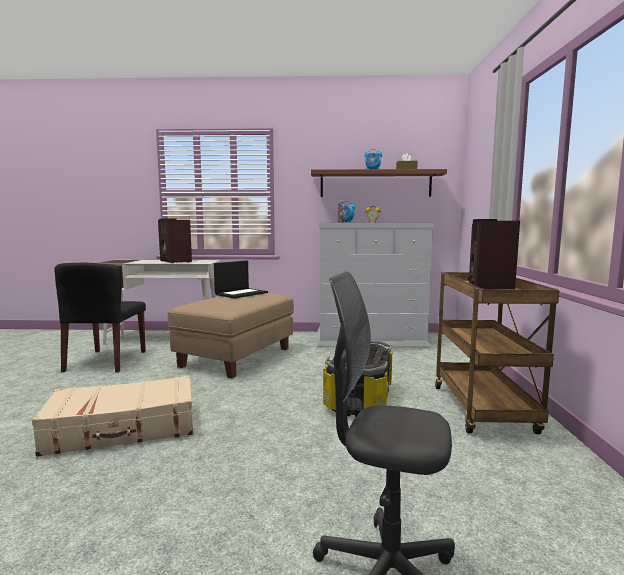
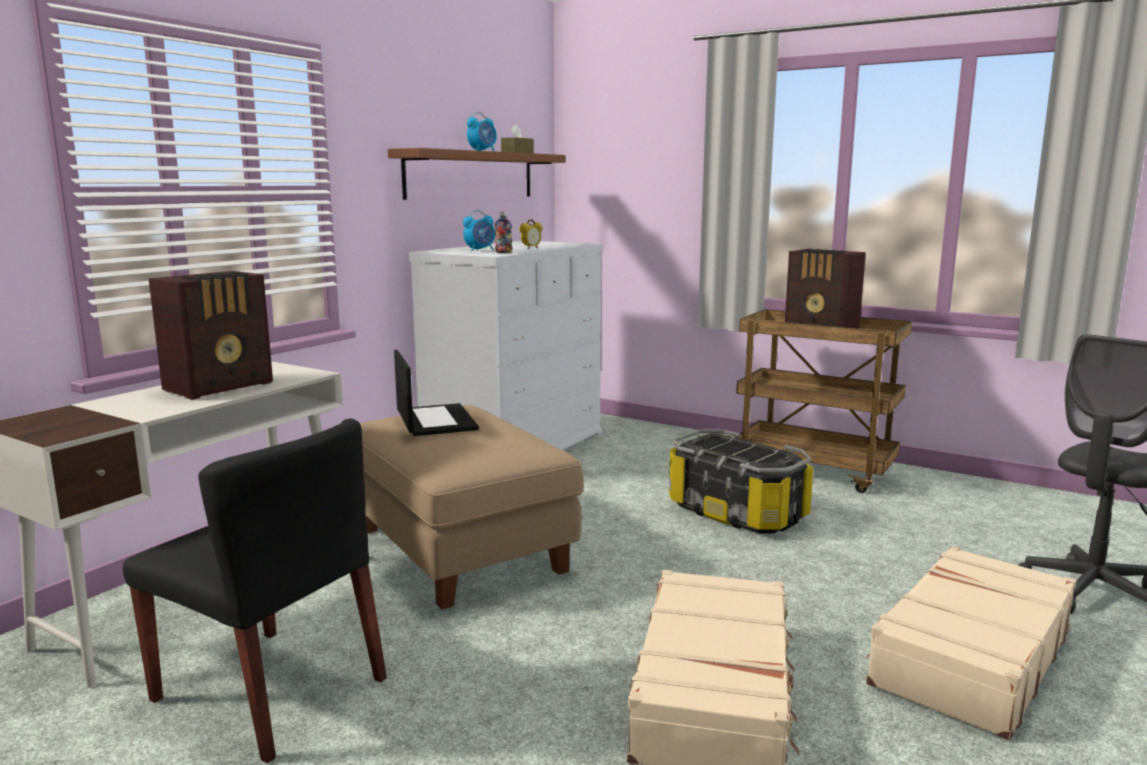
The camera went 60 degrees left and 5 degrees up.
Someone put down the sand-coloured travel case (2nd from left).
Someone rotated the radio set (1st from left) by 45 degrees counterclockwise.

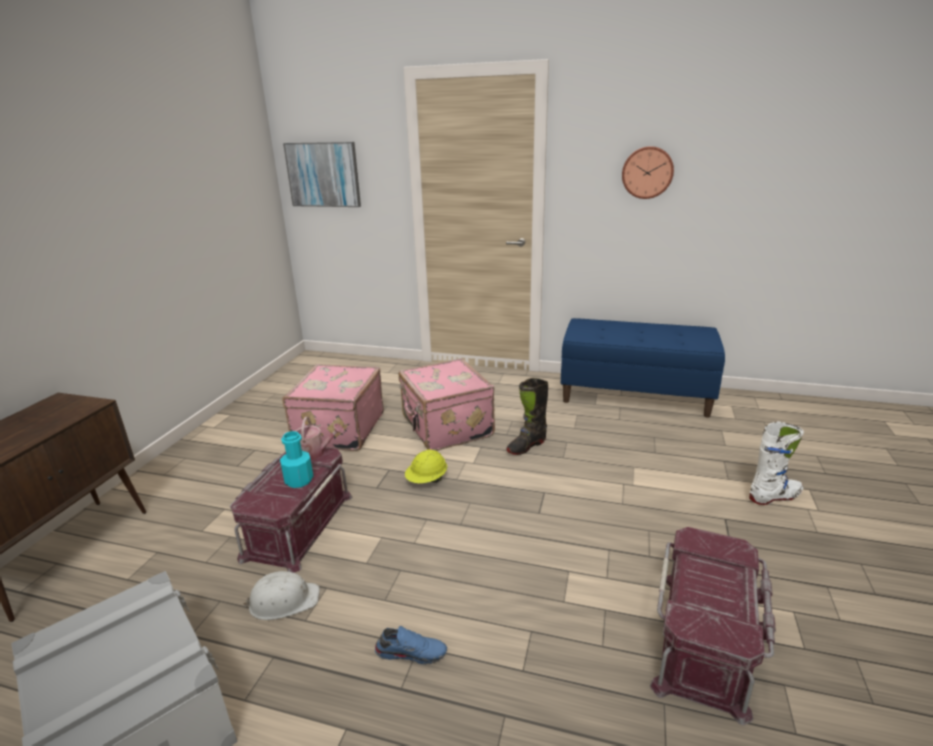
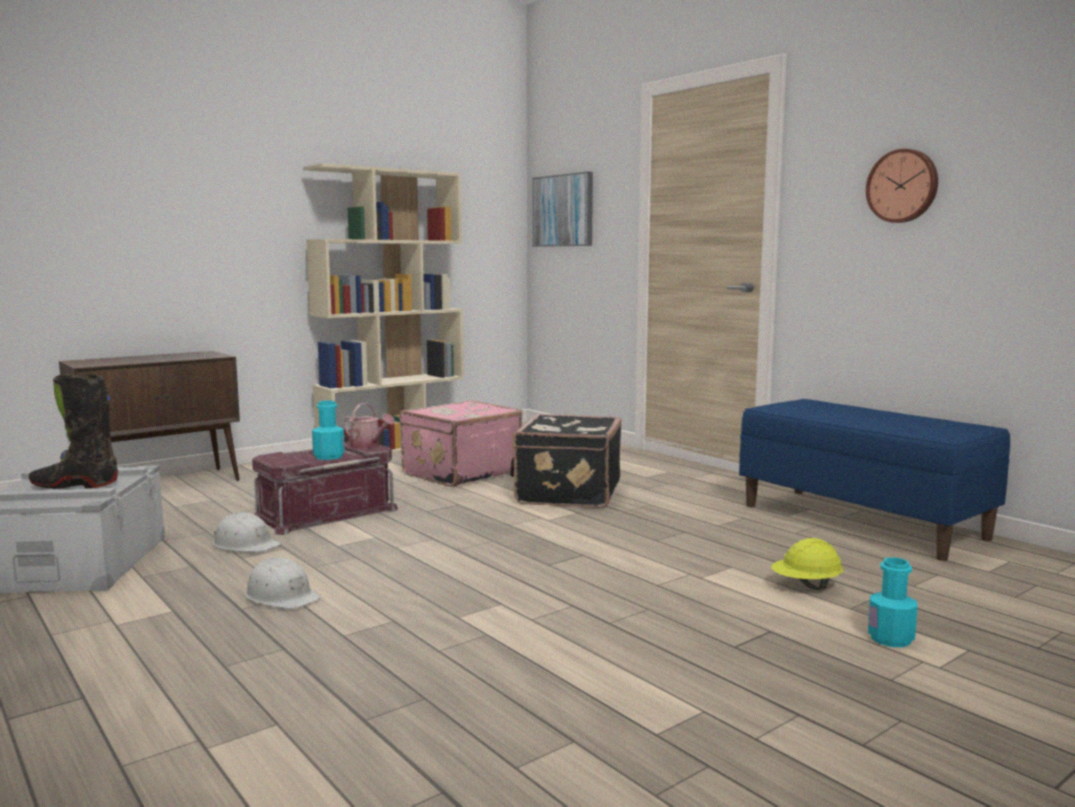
The camera went 35 degrees right and 15 degrees down.
Someone took away the reddish storage bin (2nd from left).
Someone put down the sand-coloured bookcase.
Someone carried the yellow work helmet.
Someone carried the blackish high-top boot.
Someone swapped the blue shoe for the white-coloured work helmet (2nd from left).
Someone swapped the white-coloured high-top boot for the blue-green bottle (2nd from left).
Someone repainted the pink travel case (2nd from left), which became the blackish travel case.

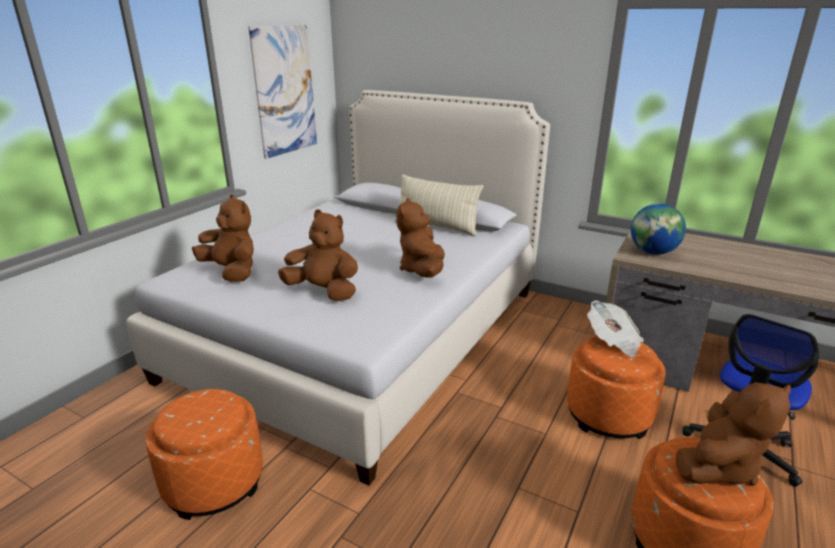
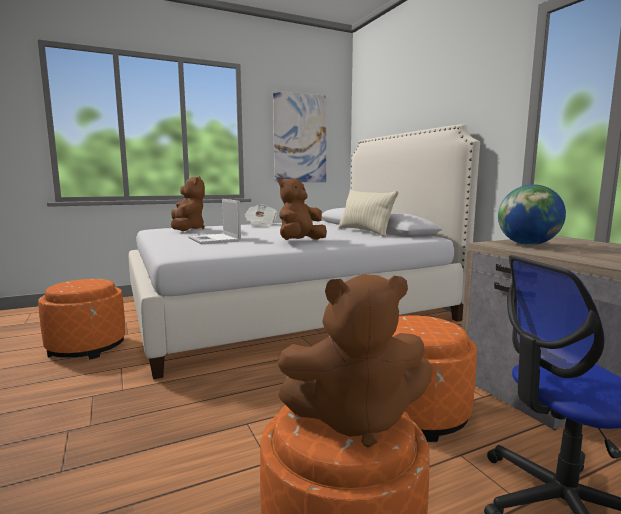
The camera went 35 degrees right and 15 degrees down.
Someone carried the printed paper.
Someone swapped the brown-coloured cuddly toy (2nd from left) for the portable computer.

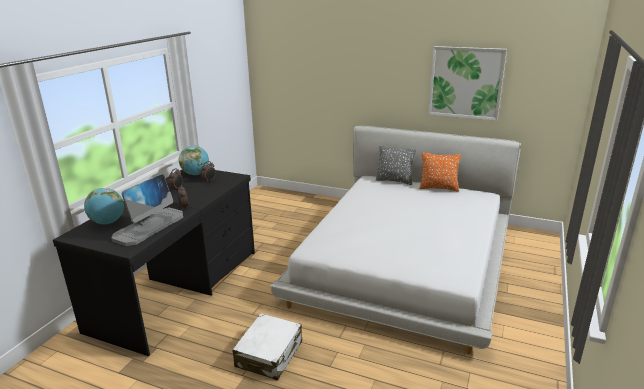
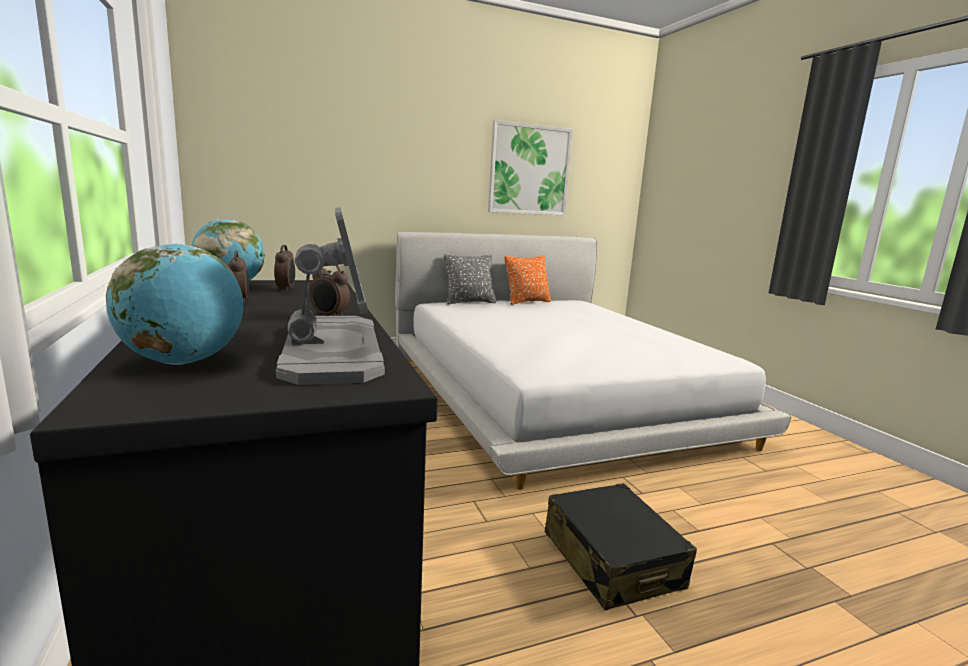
The camera went 45 degrees left and 10 degrees down.
Someone repainted the white-coloured travel case, which became the blackish travel case.

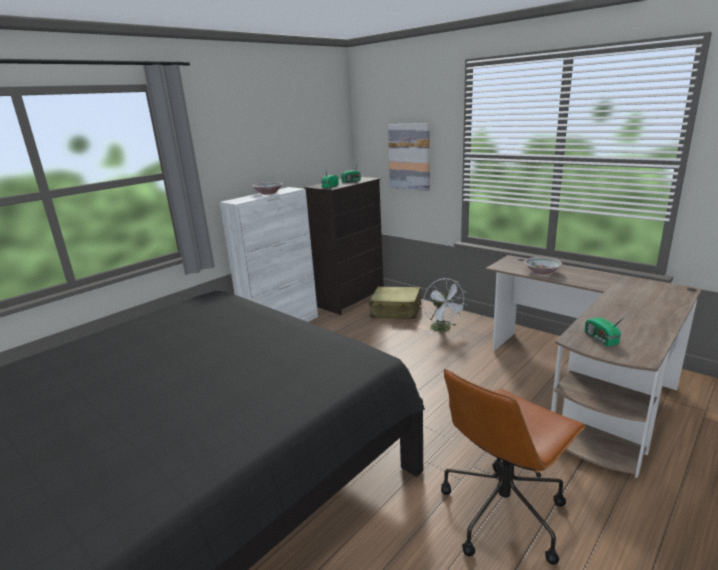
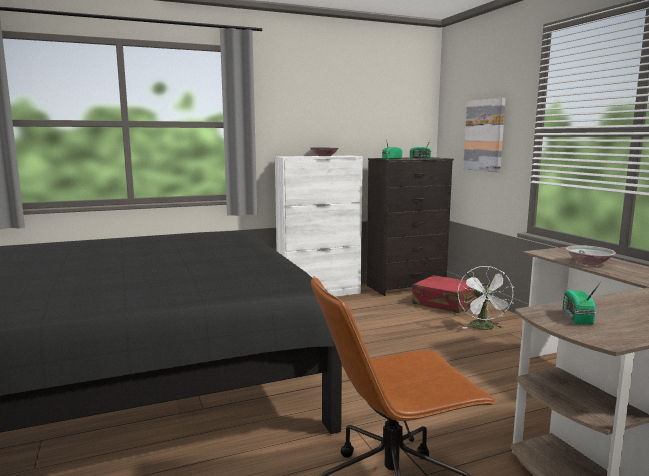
The camera went 25 degrees right and 10 degrees down.
Someone repainted the sand-coloured travel case, which became the reddish travel case.

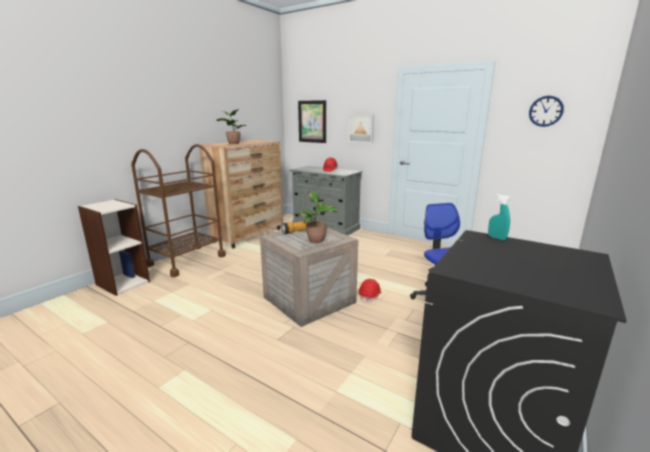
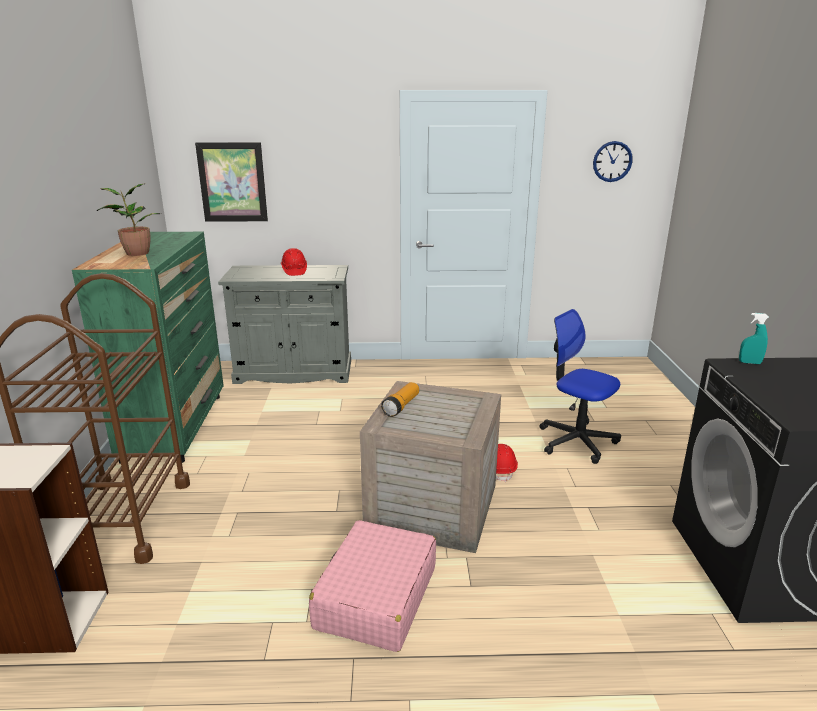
The camera went 35 degrees left and 5 degrees up.
Someone took away the houseplant (2nd from left).
Someone took away the picture (2nd from left).
Someone put down the pink travel case.
Someone repainted the brown-coloured dresser, which became the greenish dresser.

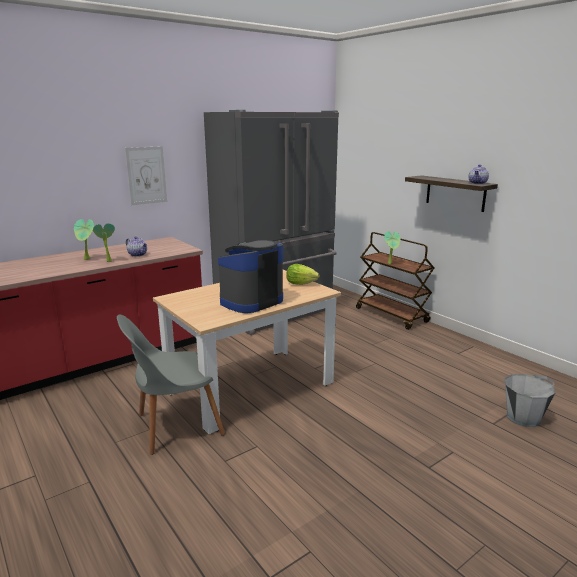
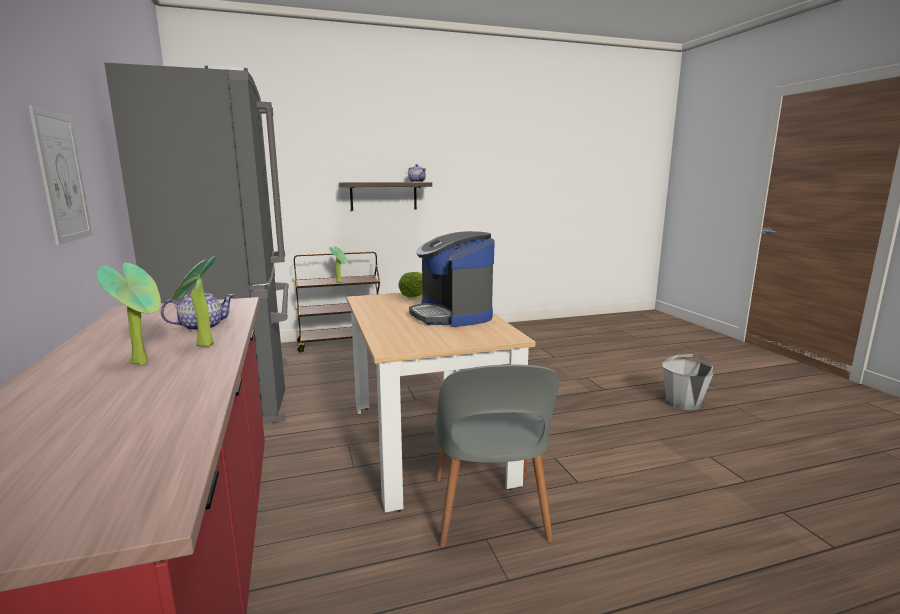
The camera went 70 degrees left and 5 degrees down.
Someone carried the gray pail.

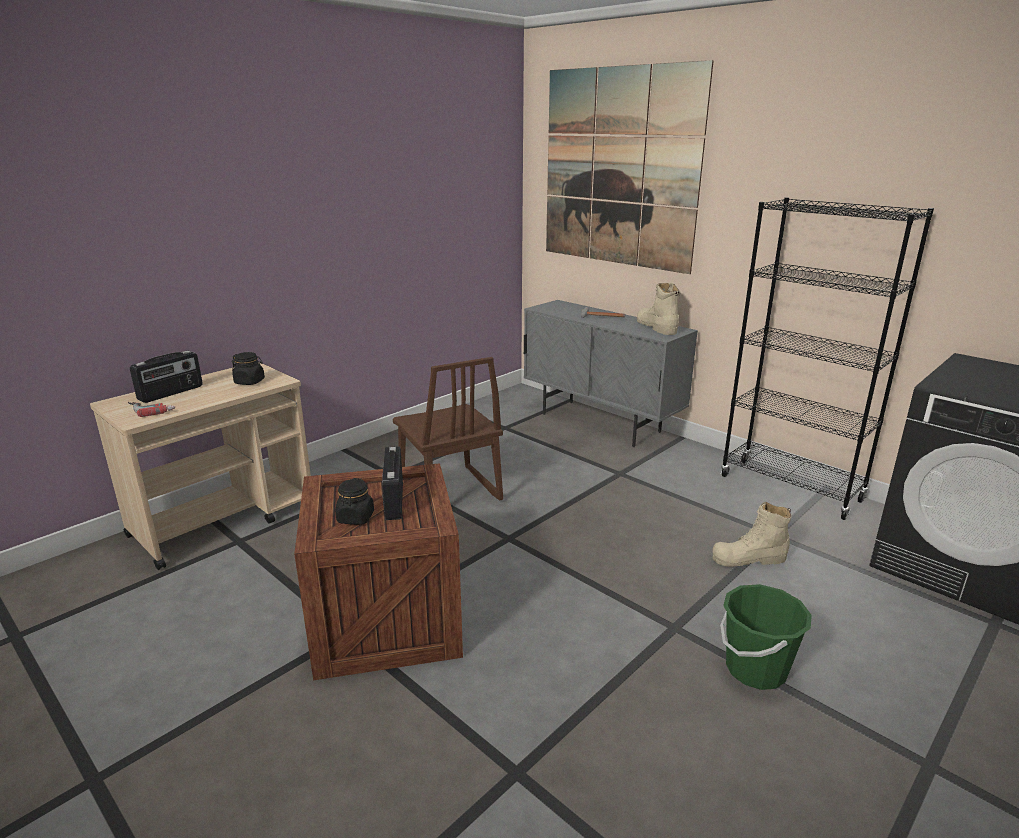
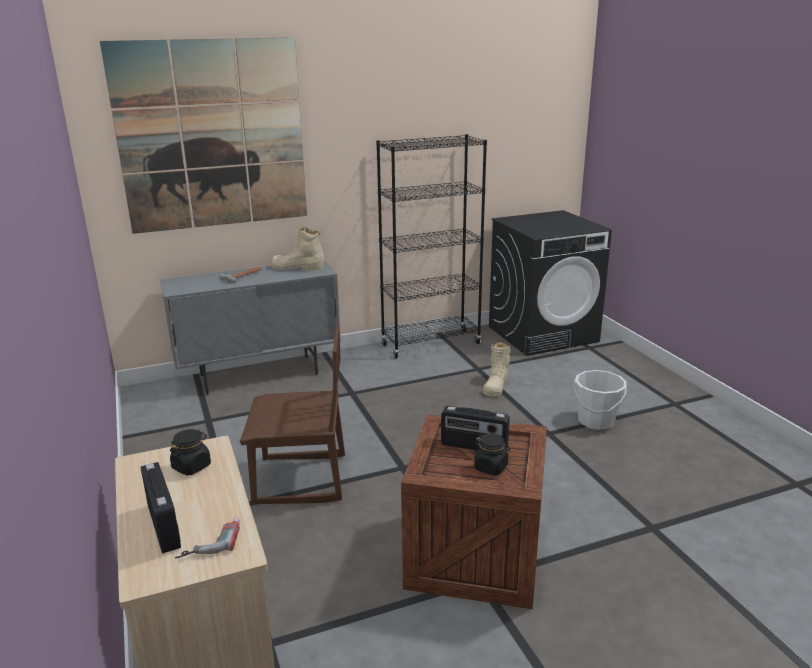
The camera went 65 degrees left and 0 degrees up.
Someone repainted the greenish pail, which became the white-coloured pail.

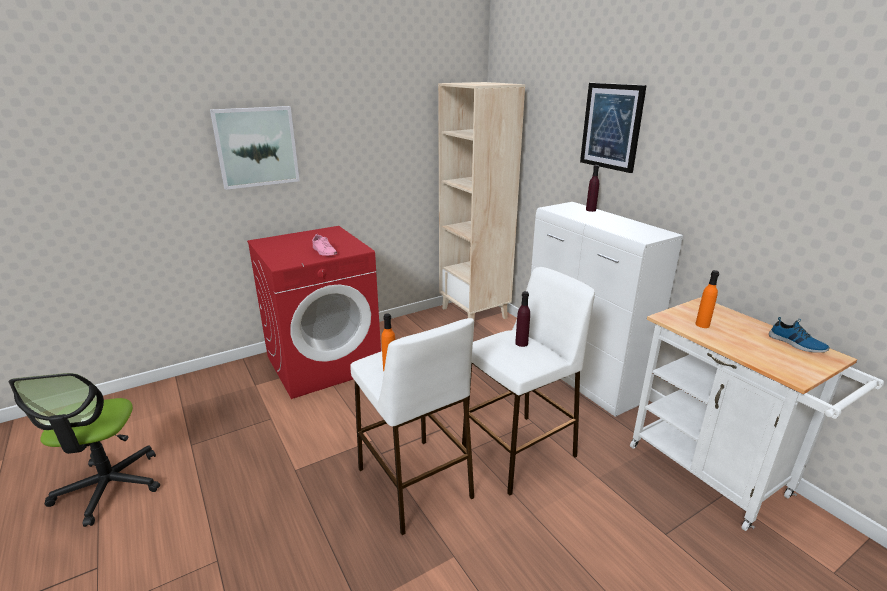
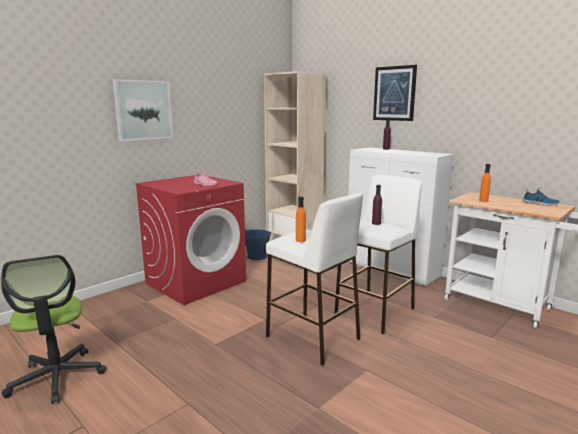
The camera went 15 degrees left and 10 degrees down.
Someone put down the blue pail.

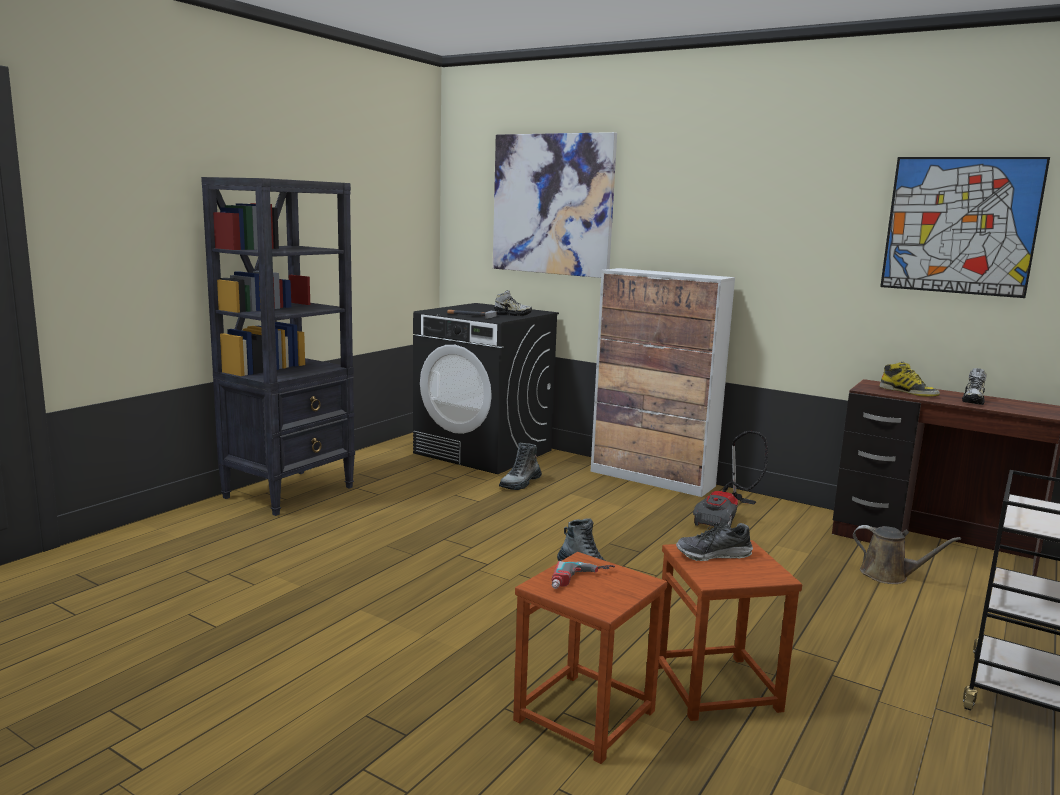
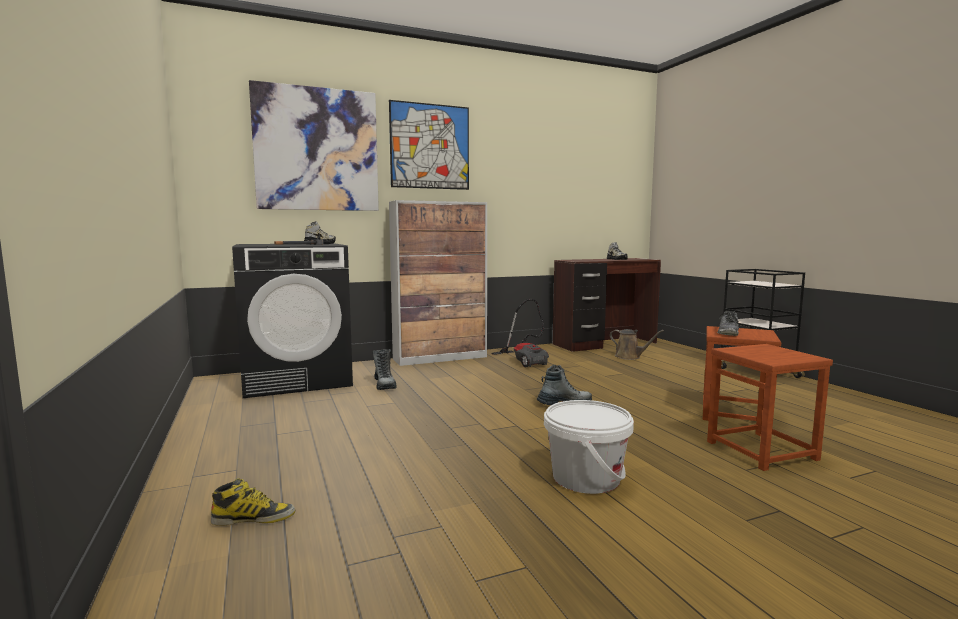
The camera went 55 degrees left and 5 degrees down.
Someone took away the blackish bookcase.
Someone took away the electric drill.
Someone put down the white-coloured pail.
Someone carried the high-top boot (3rd from left in the first image).
Someone carried the picture (2nd from left).
Someone rotated the brown-coloured watering pot by 60 degrees clockwise.

